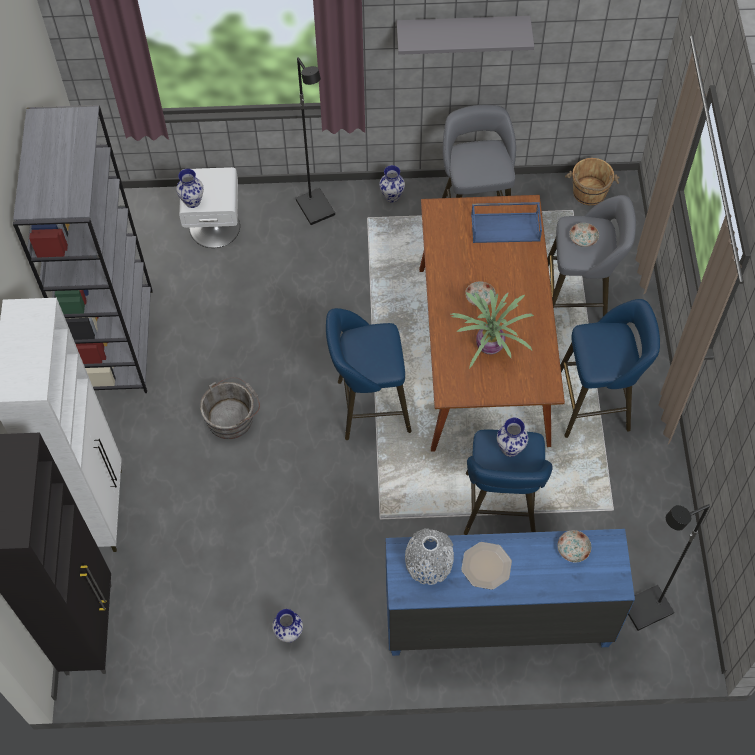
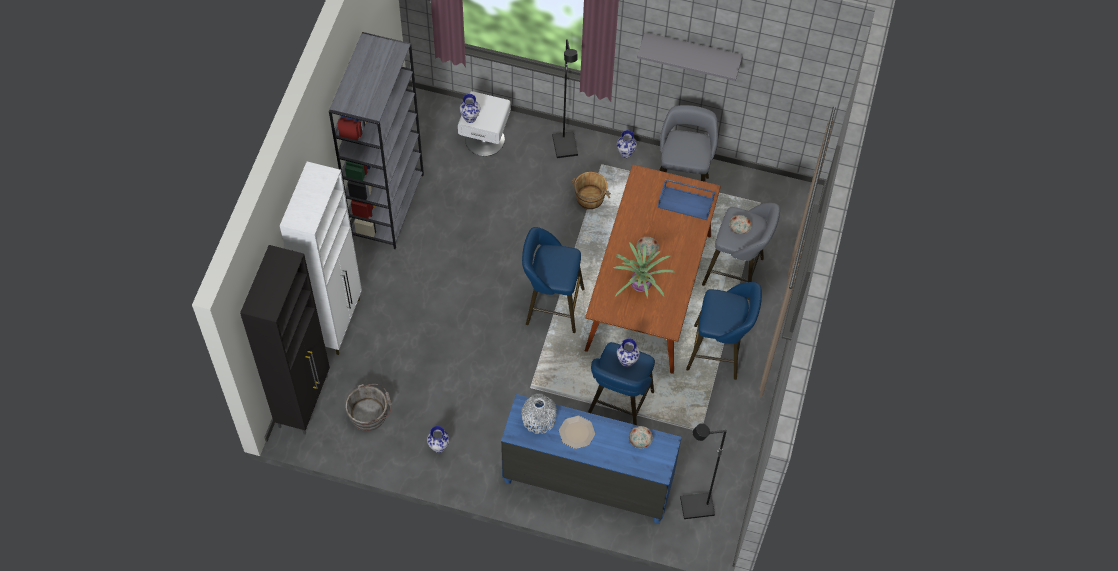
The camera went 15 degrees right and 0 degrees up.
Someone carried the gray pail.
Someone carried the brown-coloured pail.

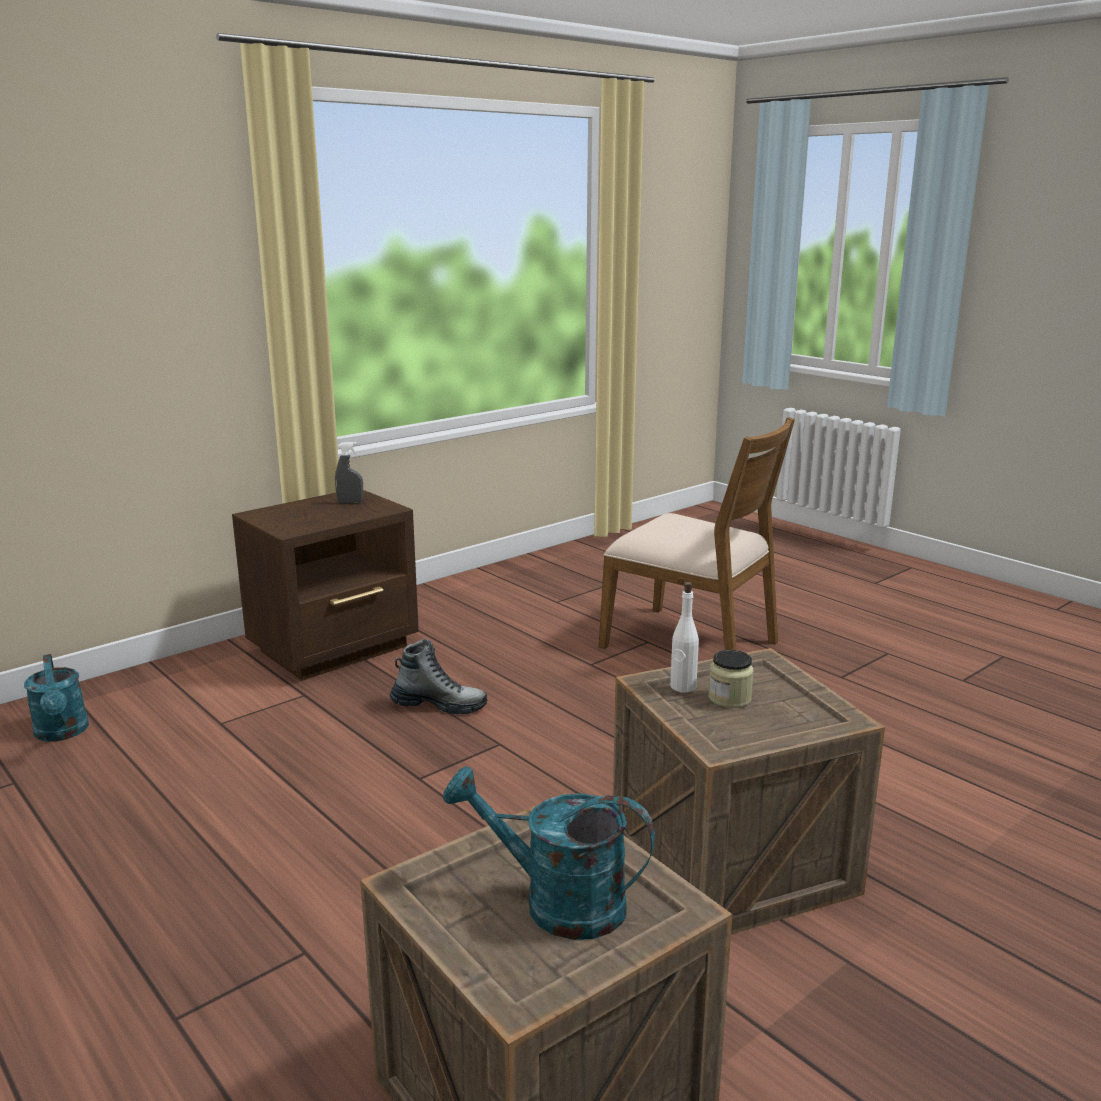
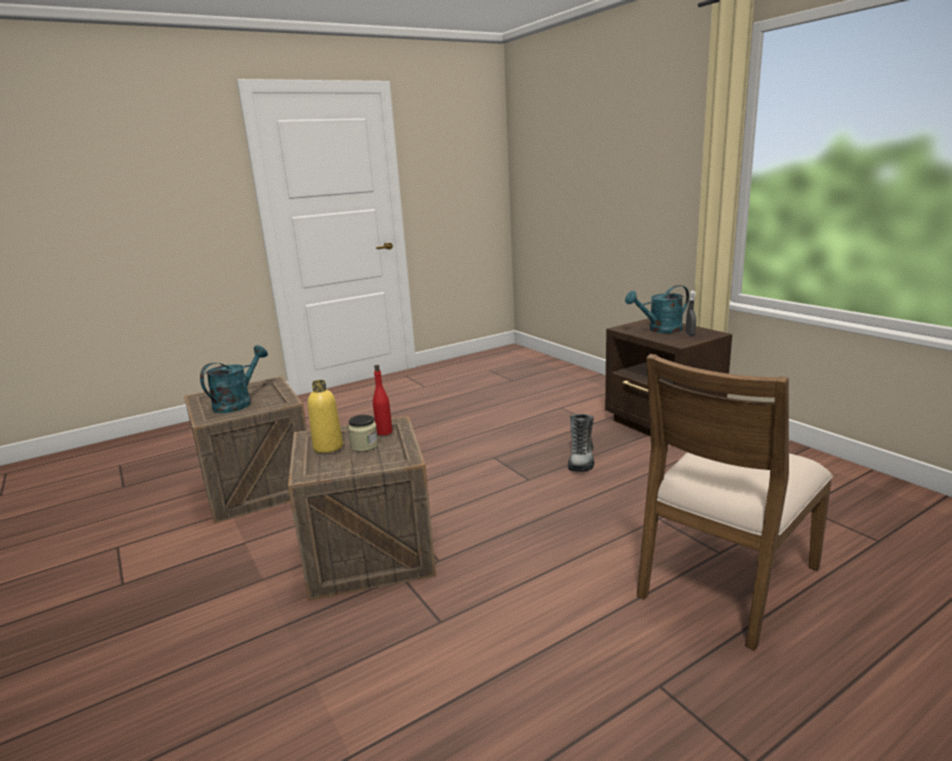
The camera went 100 degrees right and 0 degrees up.
Someone put down the yellow bottle.
Someone carried the blue-green watering pot (1st from left in the first image).
Someone repainted the white-coloured bottle, which became the reddish bottle.

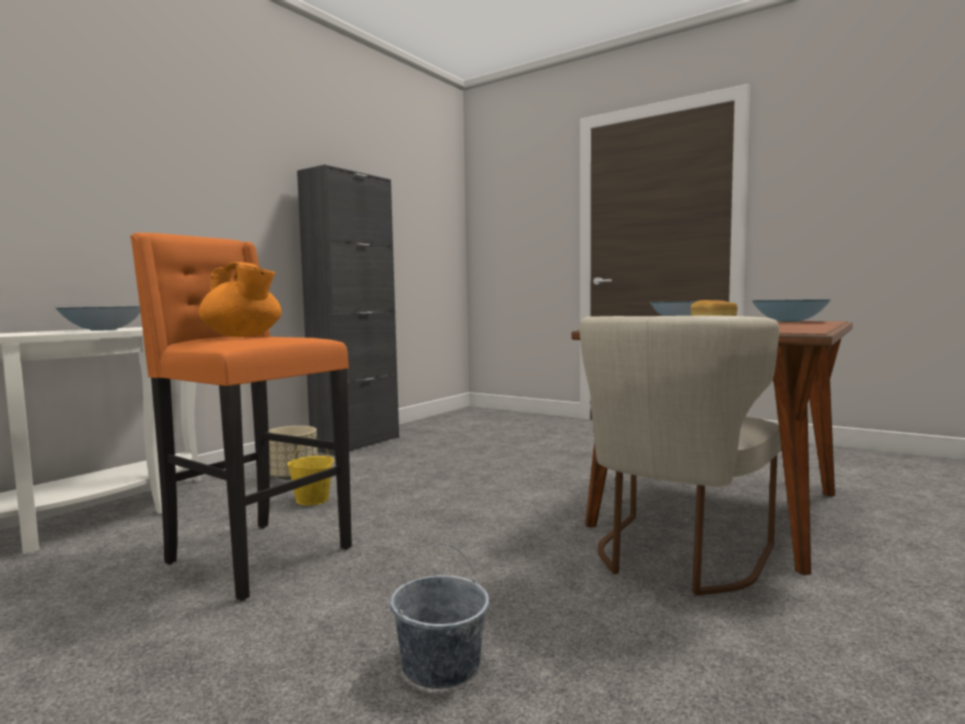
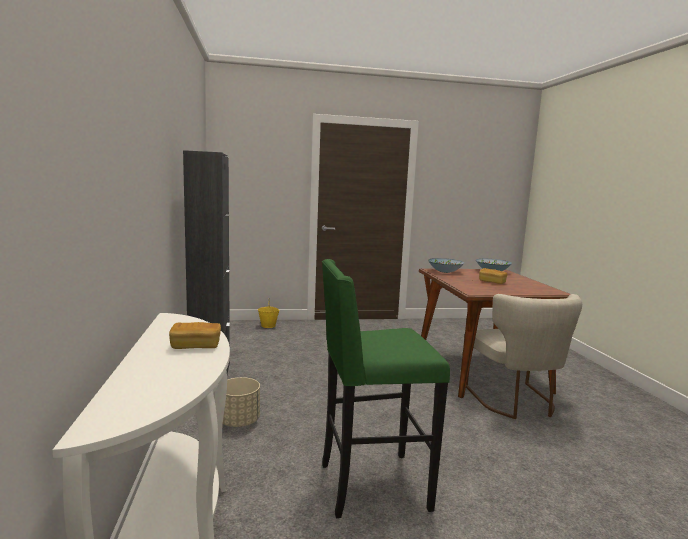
The camera went 45 degrees left and 5 degrees up.
Someone took away the orange teapot.
Someone took away the gray pail.
Someone carried the yellow pail.
Someone swapped the deep dish (1st from left) for the bread (1st from left).
Someone repainted the orange stool seat, which became the greenish stool seat.

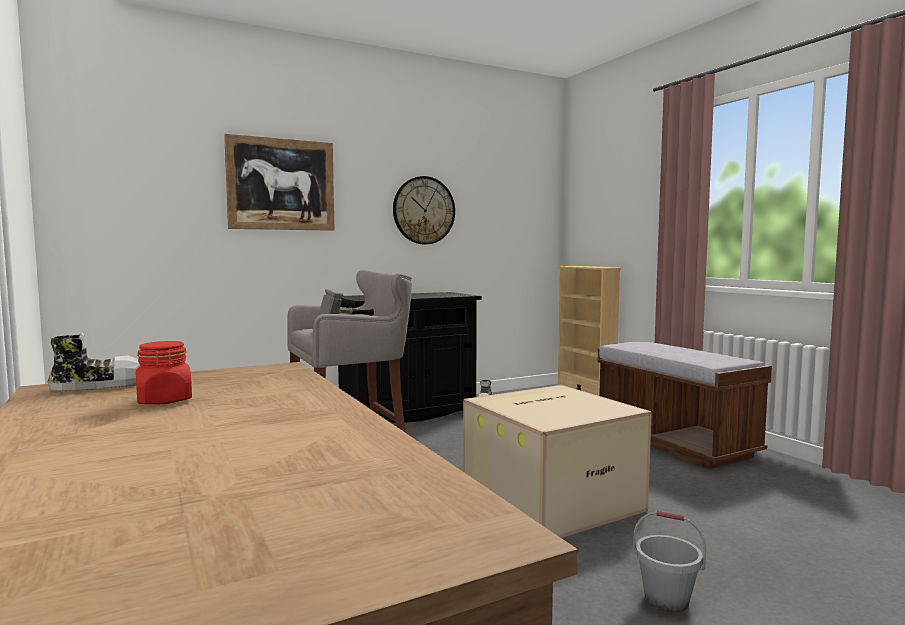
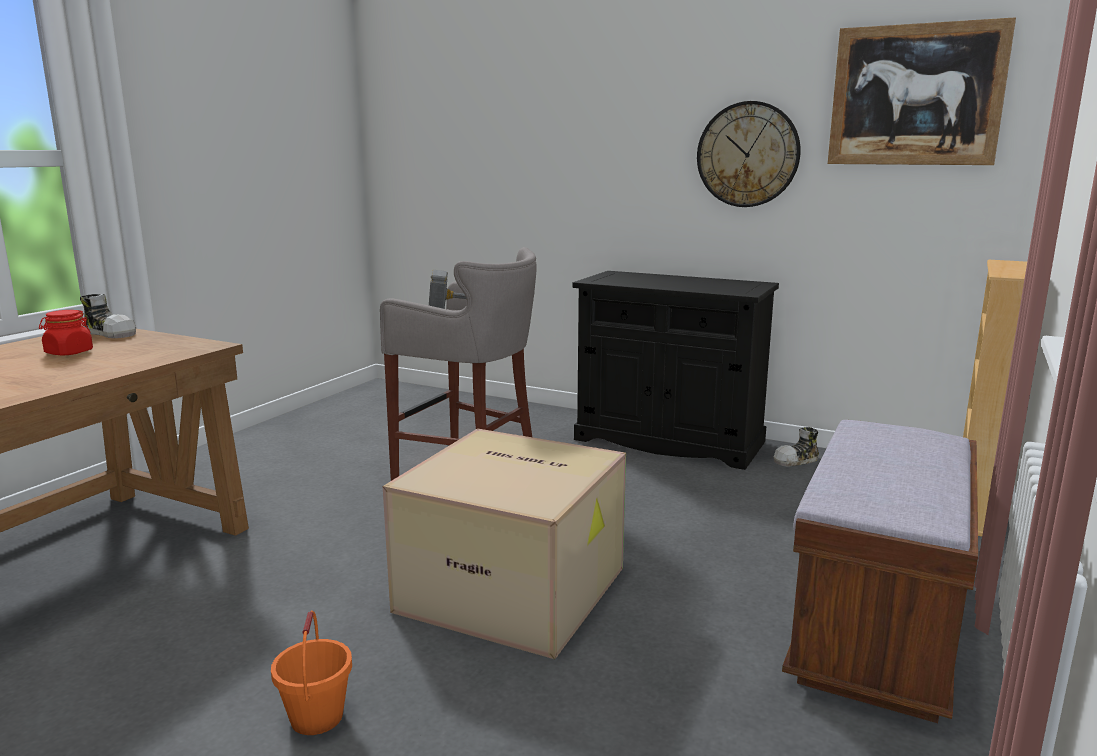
The camera went 55 degrees right and 10 degrees up.
Someone carried the picture.
Someone repainted the gray pail, which became the orange pail.

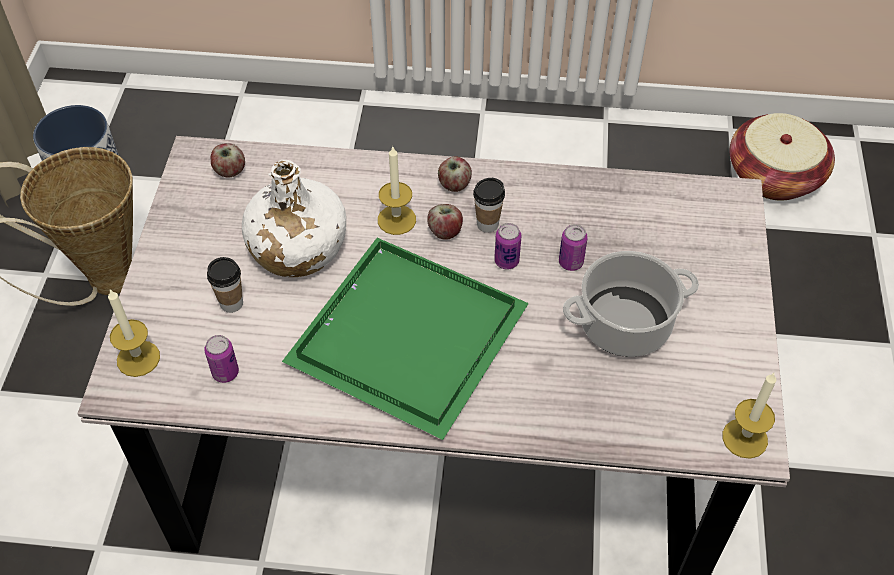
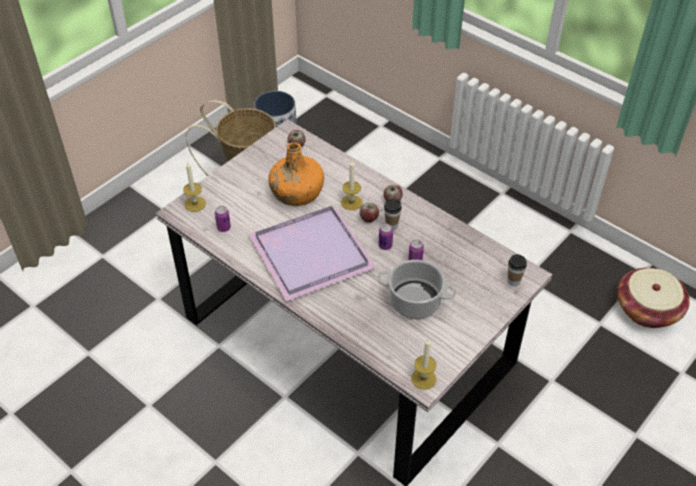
The camera went 35 degrees right and 5 degrees down.
Someone carried the drinking cup (1st from left in the first image).
Someone repainted the white-coloured bottle, which became the orange bottle.
Someone repainted the greenish tray, which became the purple tray.

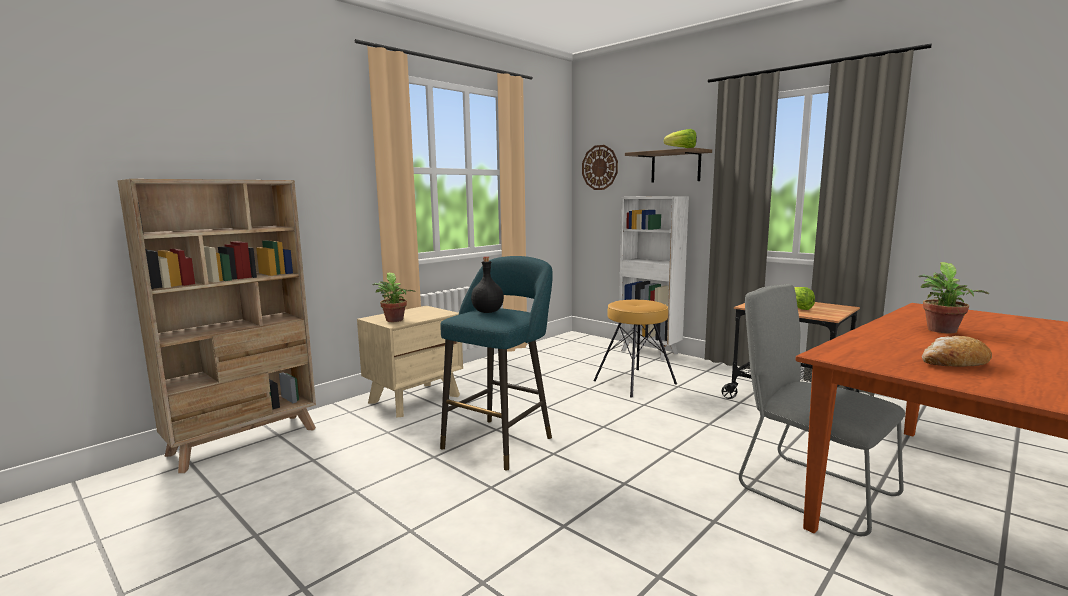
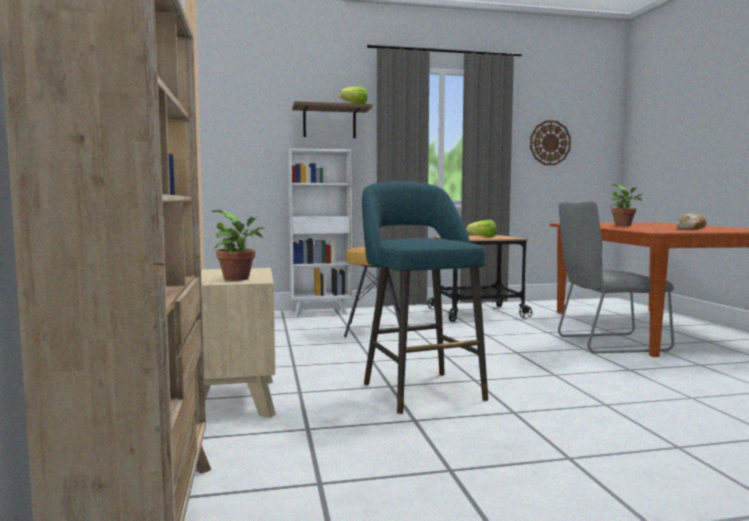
The camera went 55 degrees left and 5 degrees down.
Someone took away the blackish bottle.
Someone carried the wall clock.

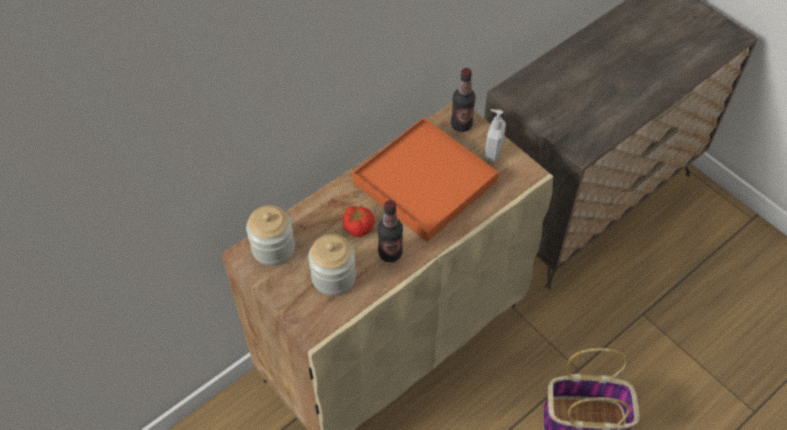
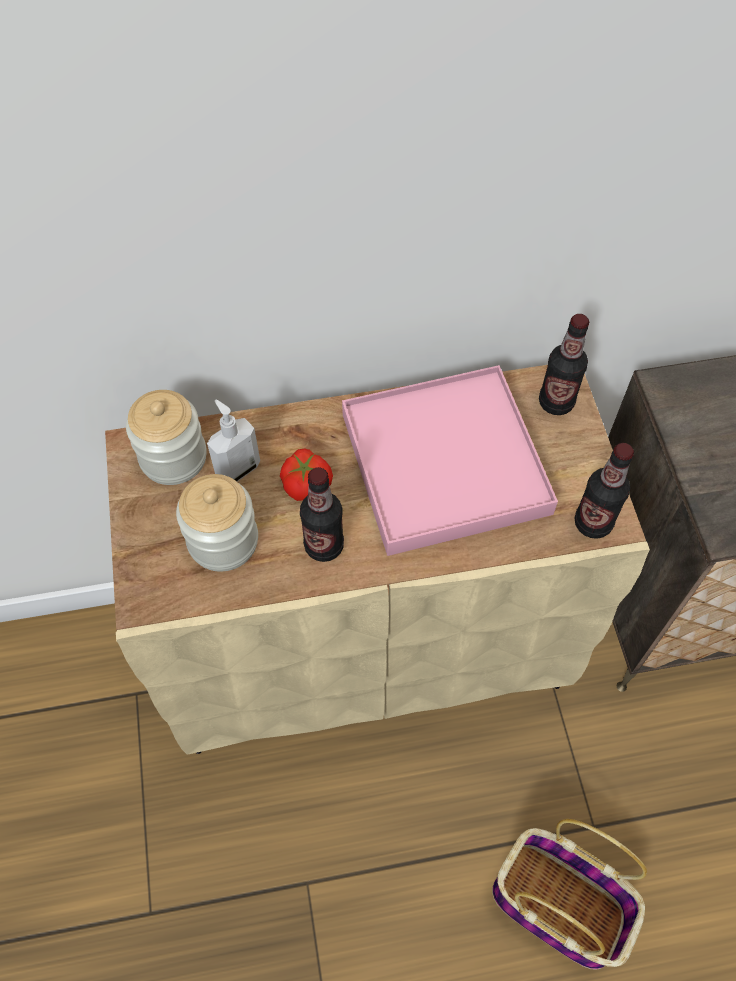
The camera went 30 degrees right and 5 degrees up.
Someone put down the bottle (3rd from left).
Someone carried the soap dispenser.
Someone repainted the orange tray, which became the pink tray.

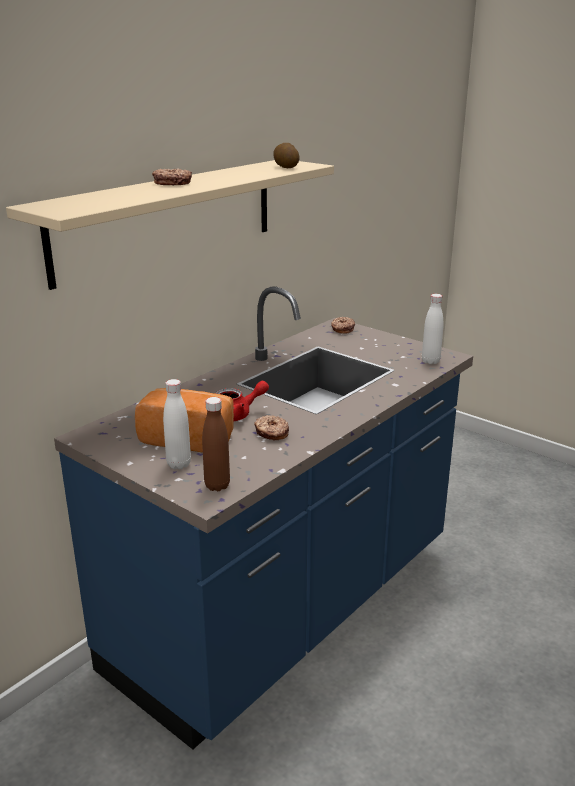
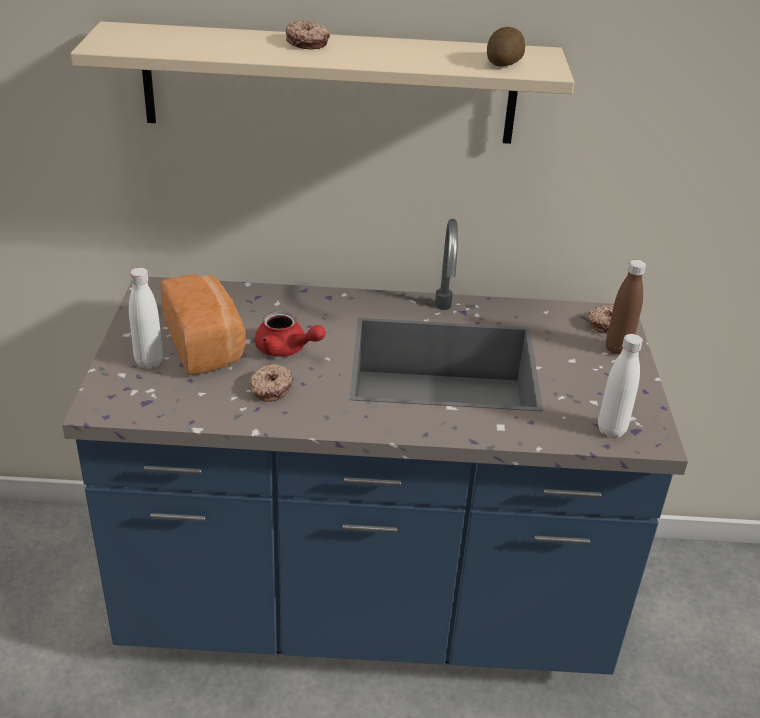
The camera went 50 degrees right and 10 degrees up.
Someone carried the brown-coloured bottle.

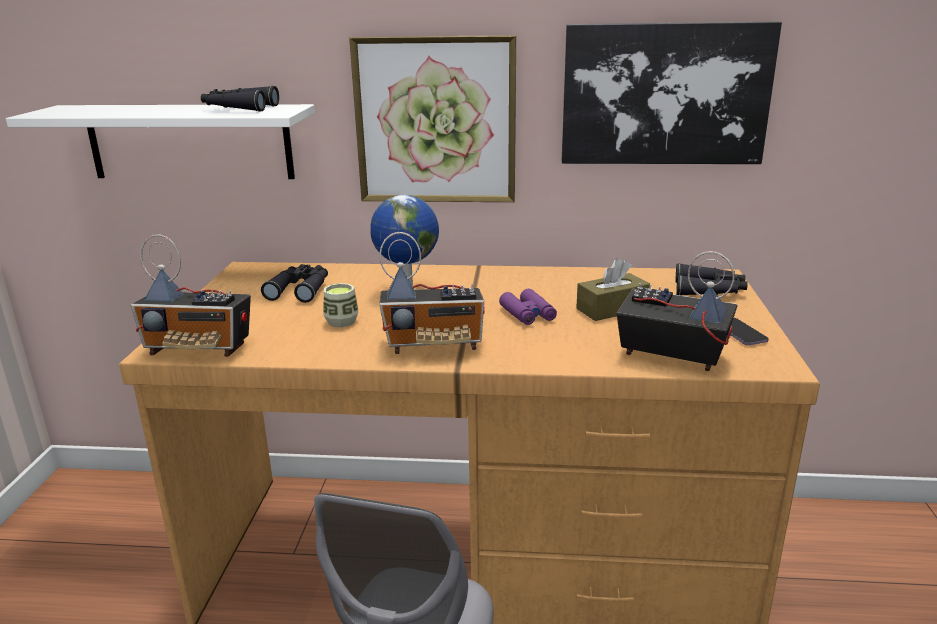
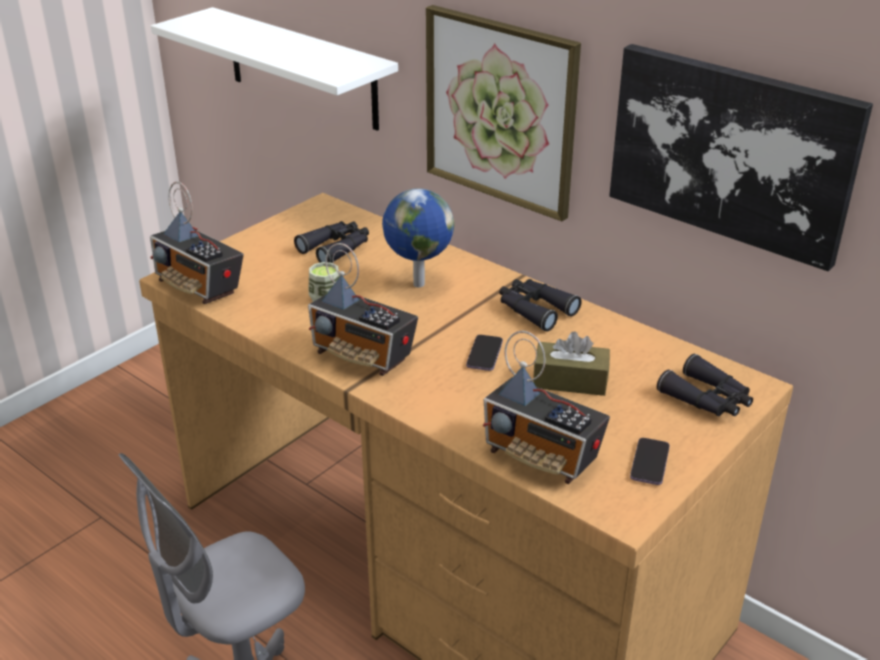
The camera went 35 degrees right and 10 degrees up.
Someone carried the blackish pair of binoculars (1st from left in the first image).
Someone swapped the purple pair of binoculars for the telephone (1st from left).
Someone rotated the radio set (3rd from left) by 150 degrees clockwise.

